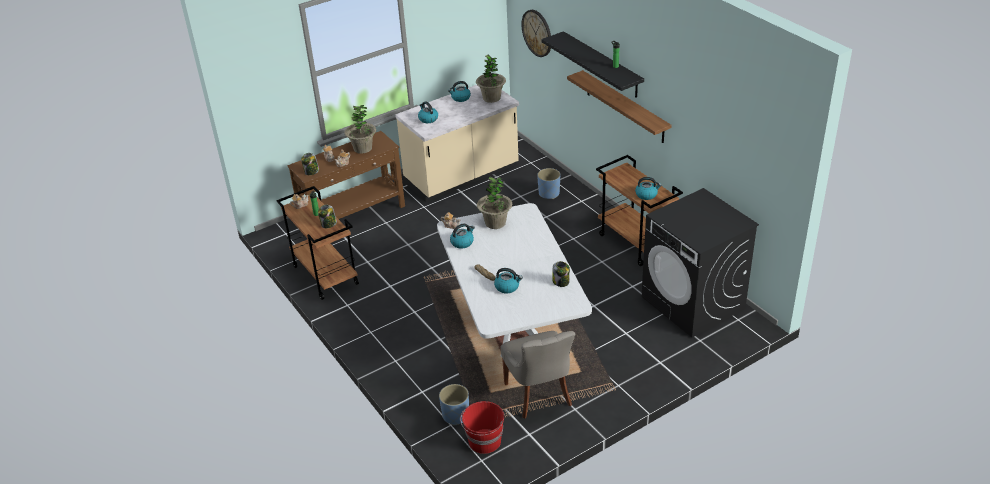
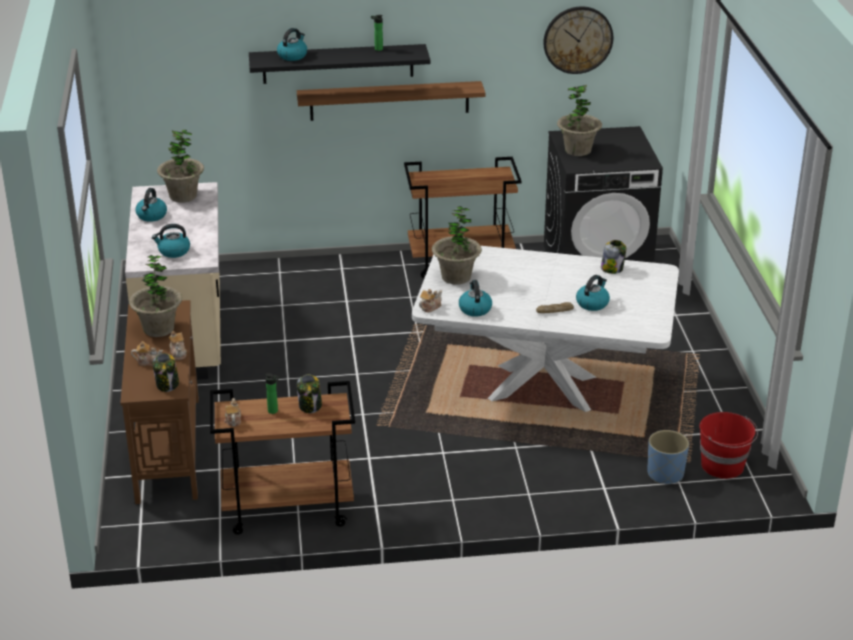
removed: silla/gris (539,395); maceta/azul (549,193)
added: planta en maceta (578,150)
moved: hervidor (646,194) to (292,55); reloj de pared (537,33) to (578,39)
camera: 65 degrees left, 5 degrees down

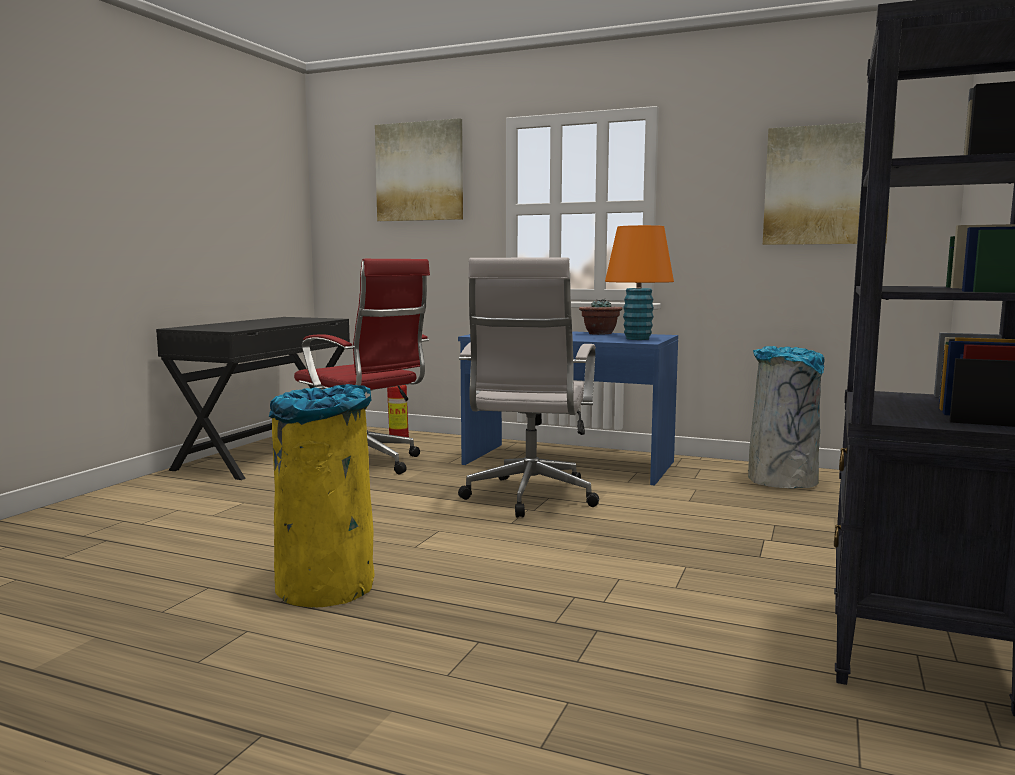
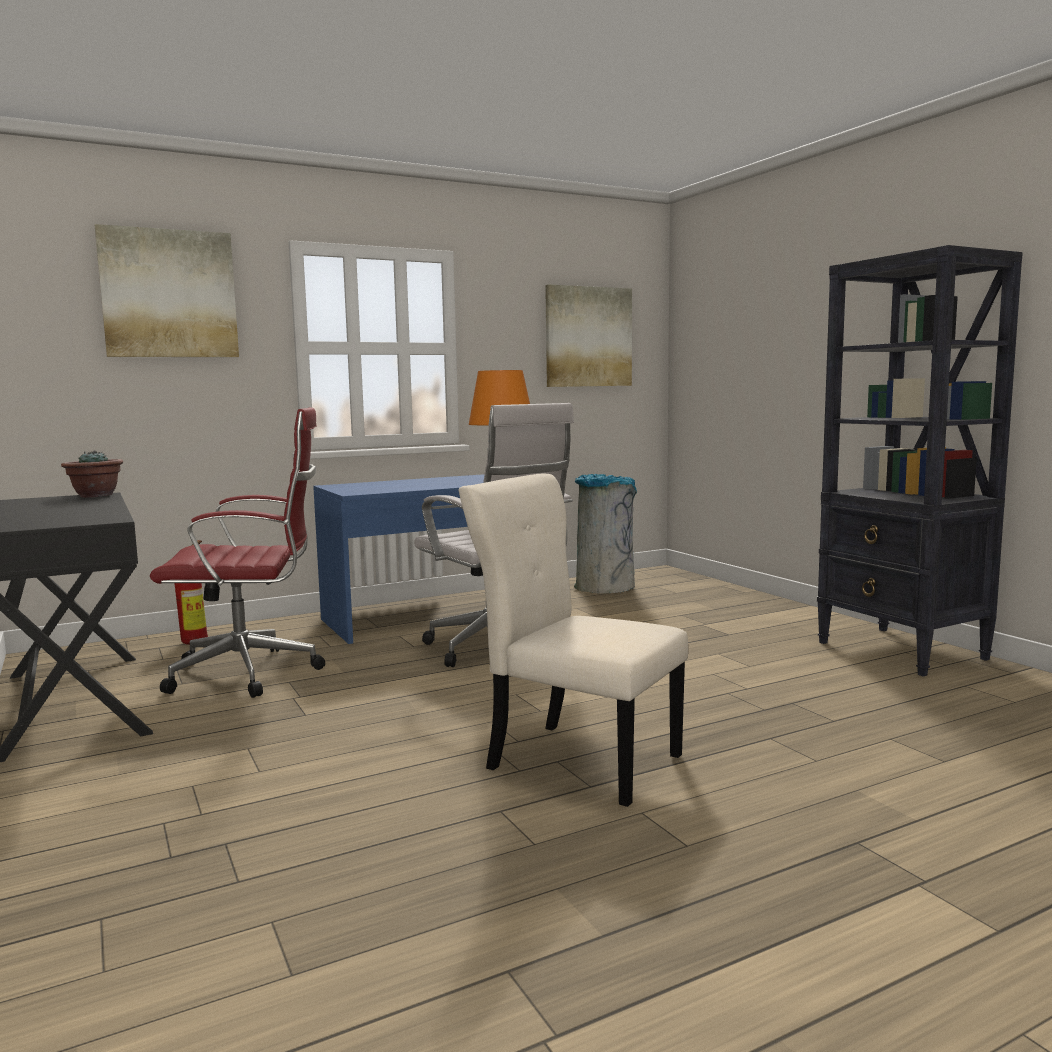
moved: planta en maceta (599,333) to (95,495)
replaced: papelera/amarillo (327,584) to silla/beis (577,760)
camera: 50 degrees left, 0 degrees up

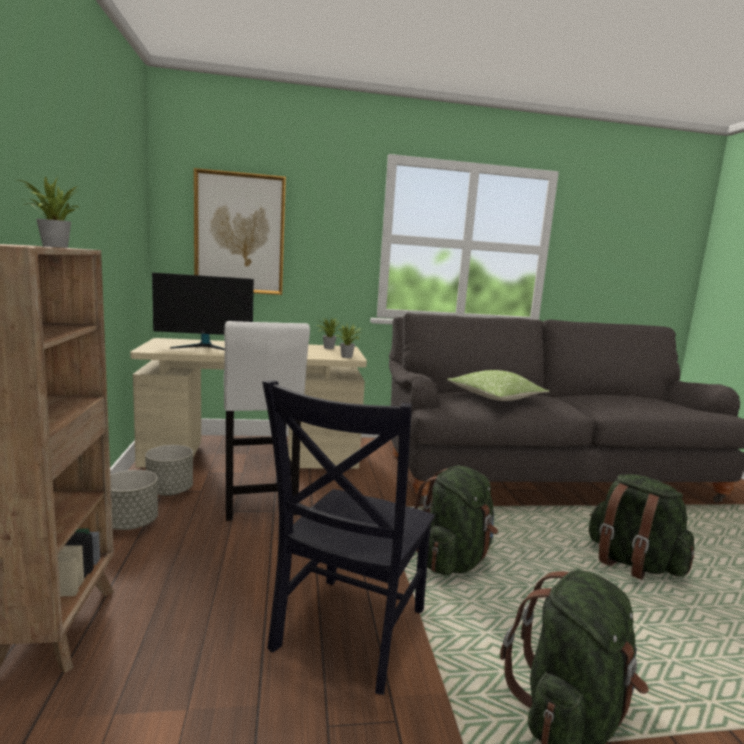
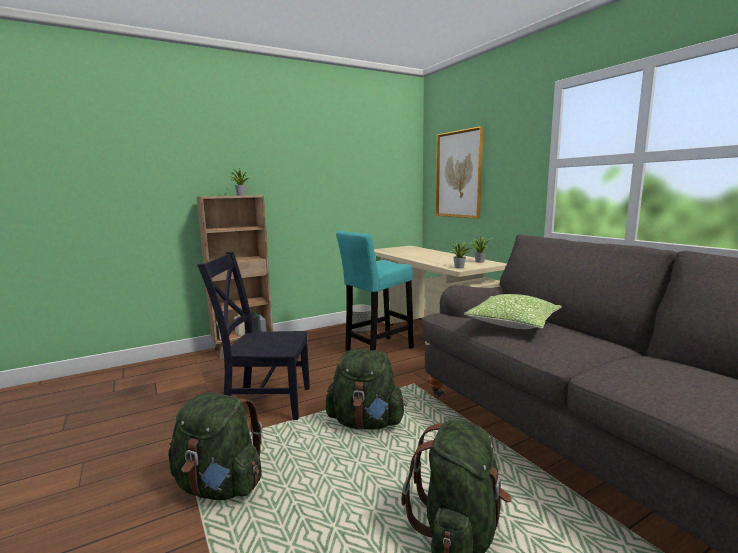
removed: maceta/gris (131,524); monitor (204,347)
recoloured: taburete/blanco (259,500) to taburete/turquesa (376,350)
camera: 70 degrees right, 0 degrees up

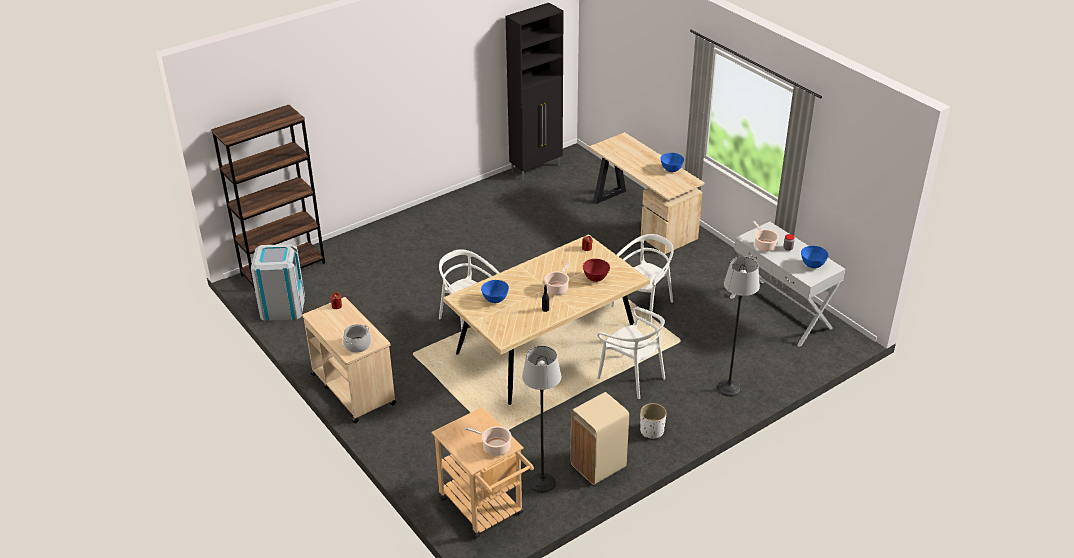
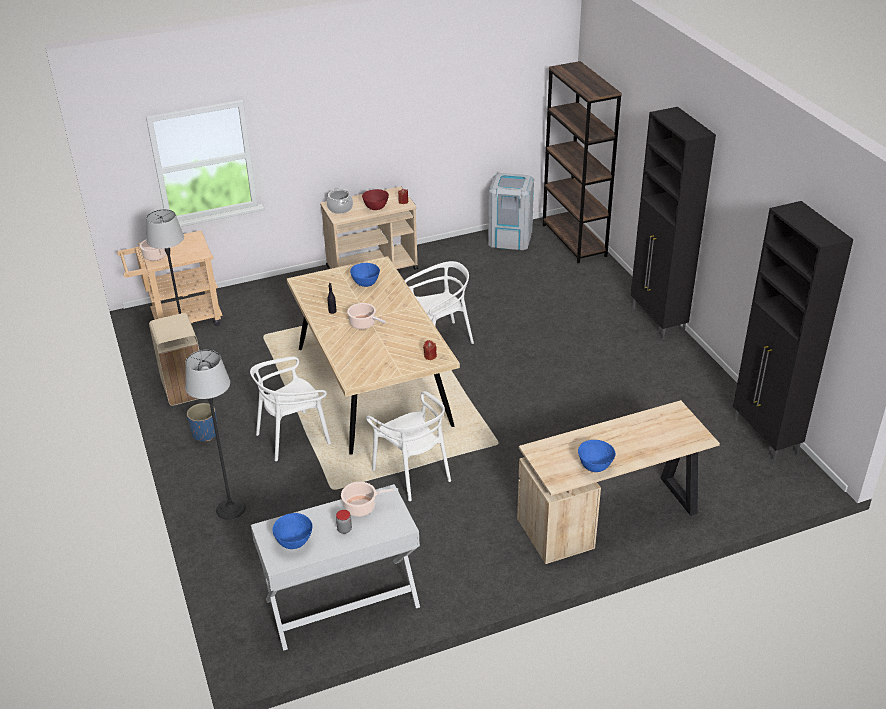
added: armario/negro (657,321)
moved: cuenco/rojo (595,278) to (376,208)
recoloured: maceta/blanco (651,431) to maceta/azul (205,433)
camera: 105 degrees right, 0 degrees up

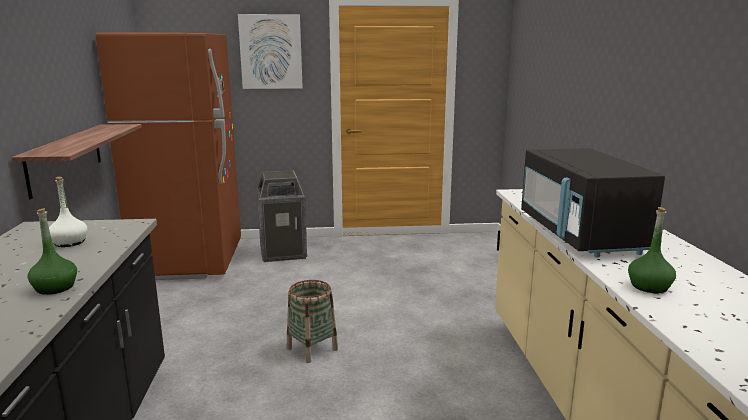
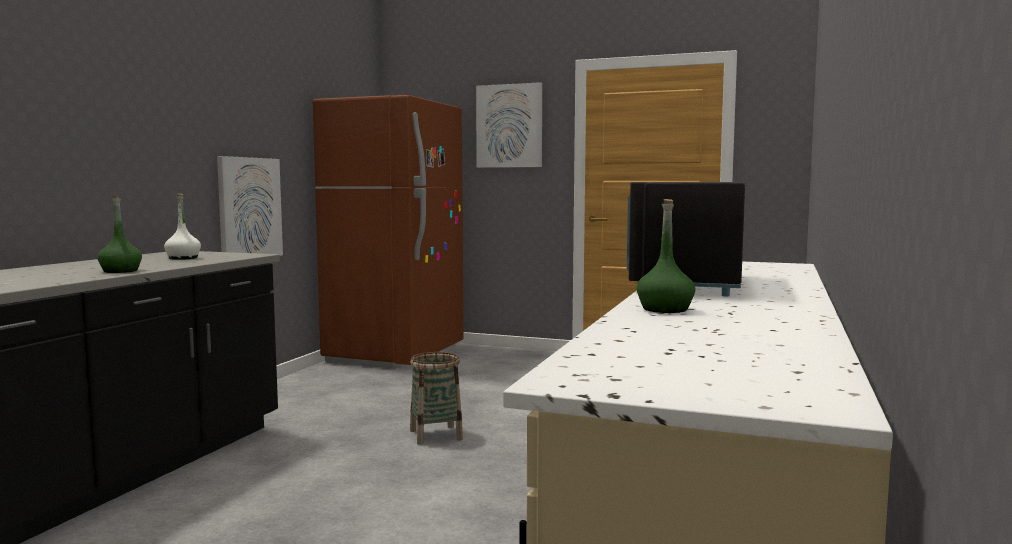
removed: papelera (283,252)
replaced: estante (66,158) to cuadro (249,208)
camera: 25 degrees right, 10 degrees down

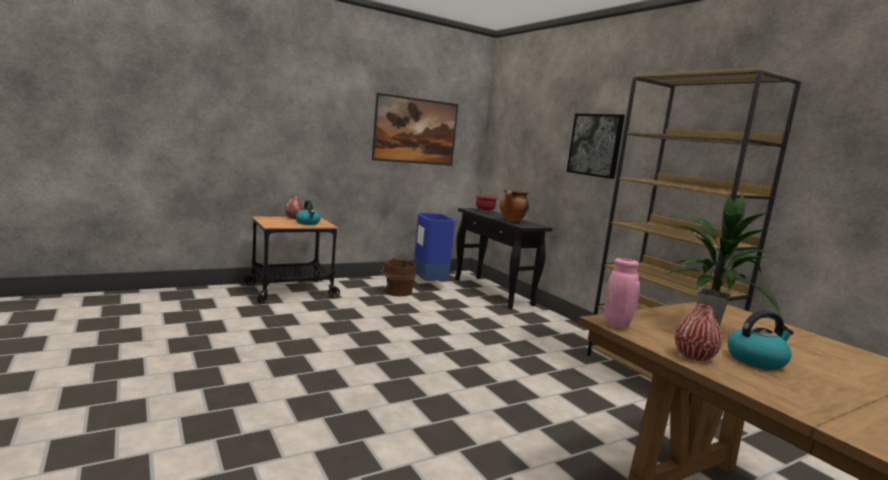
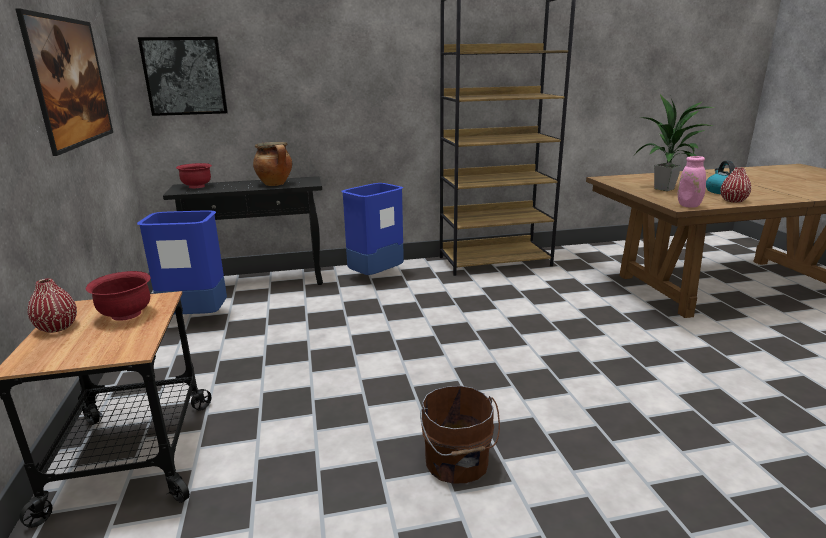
added: papelera/azul (376,276)
moved: cuadro (595,145) to (185,76); cubo/marrón (396,292) to (457,463)
replaced: hervidor (308,223) to cuenco/rojo (126,314)
camera: 70 degrees left, 10 degrees up

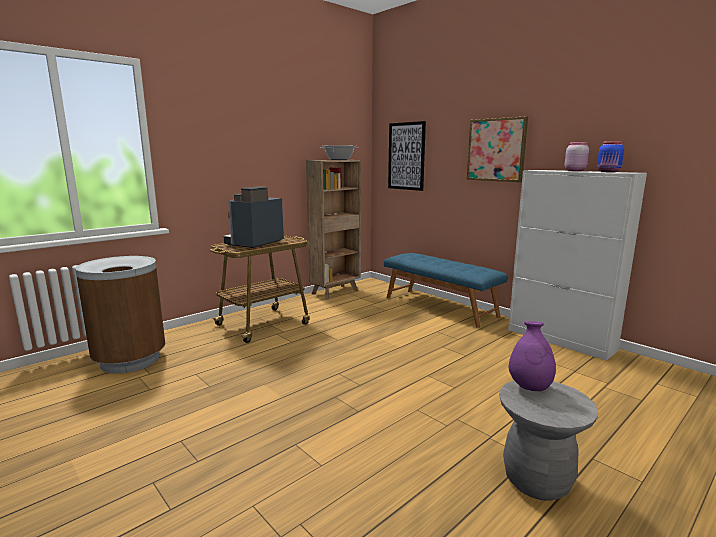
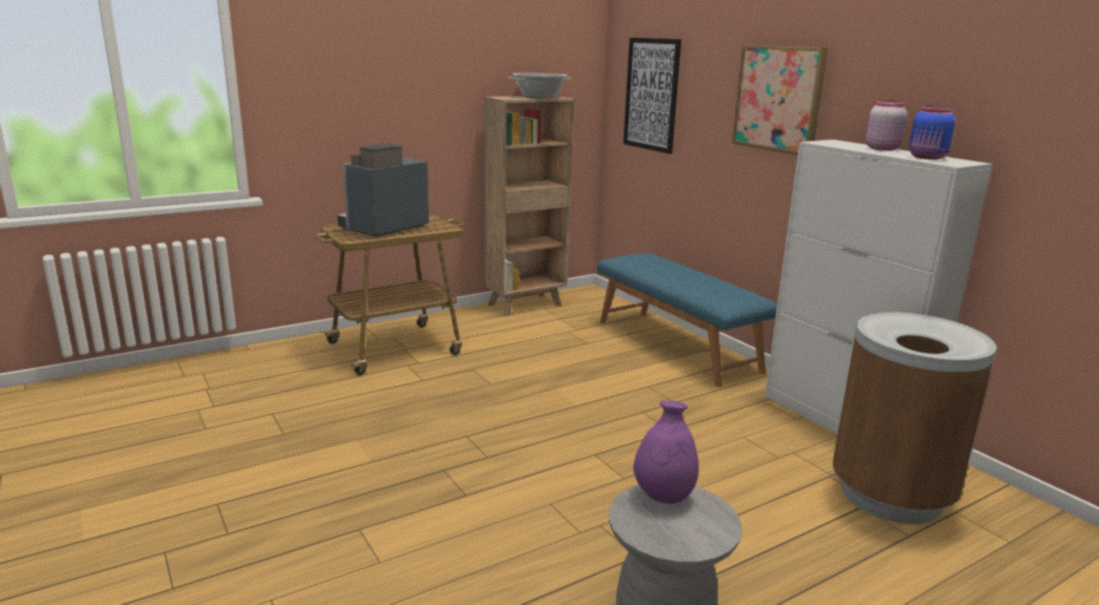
moved: papelera/marrón (130,360) to (890,495)
camera: 10 degrees right, 5 degrees up

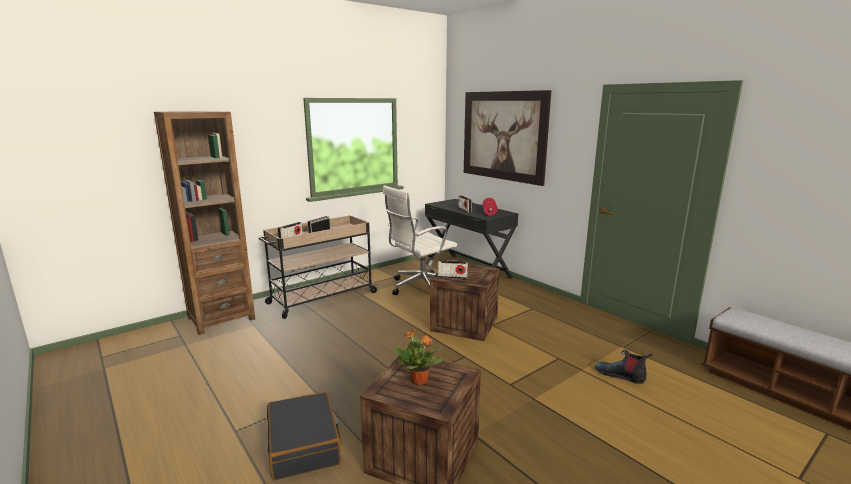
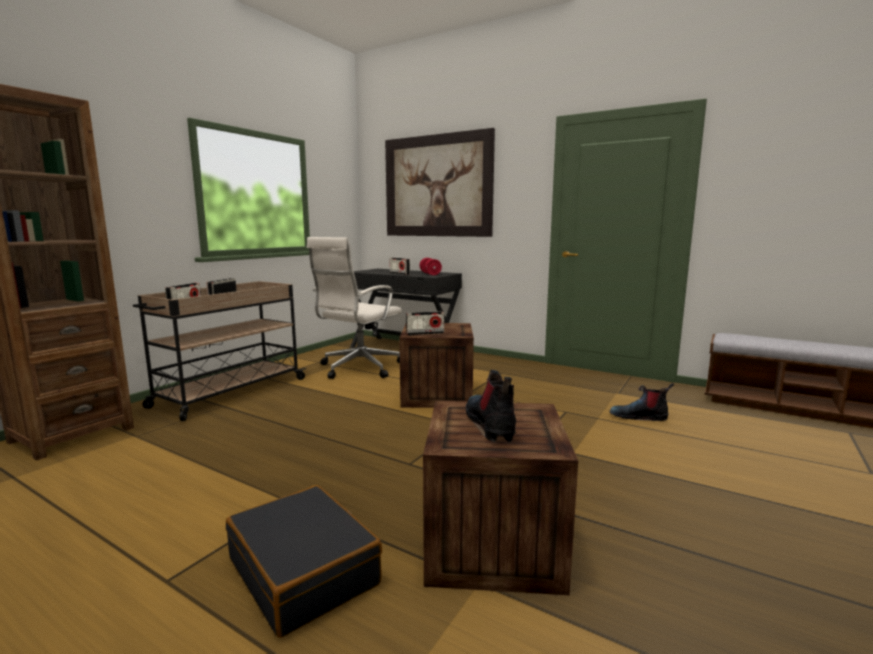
replaced: planta en maceta (419,381) to bota (491,425)
camera: 20 degrees left, 5 degrees down

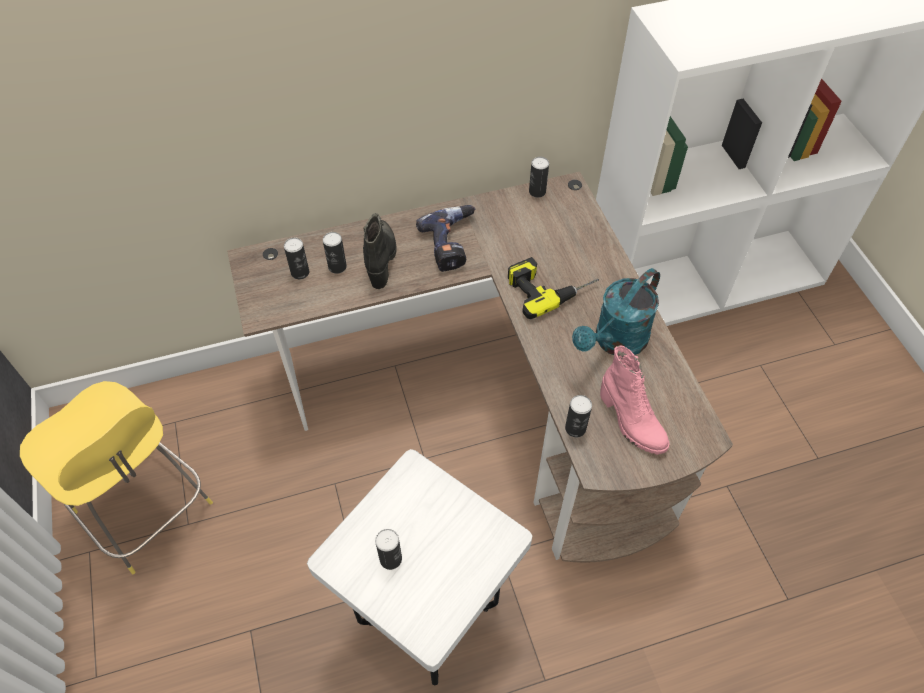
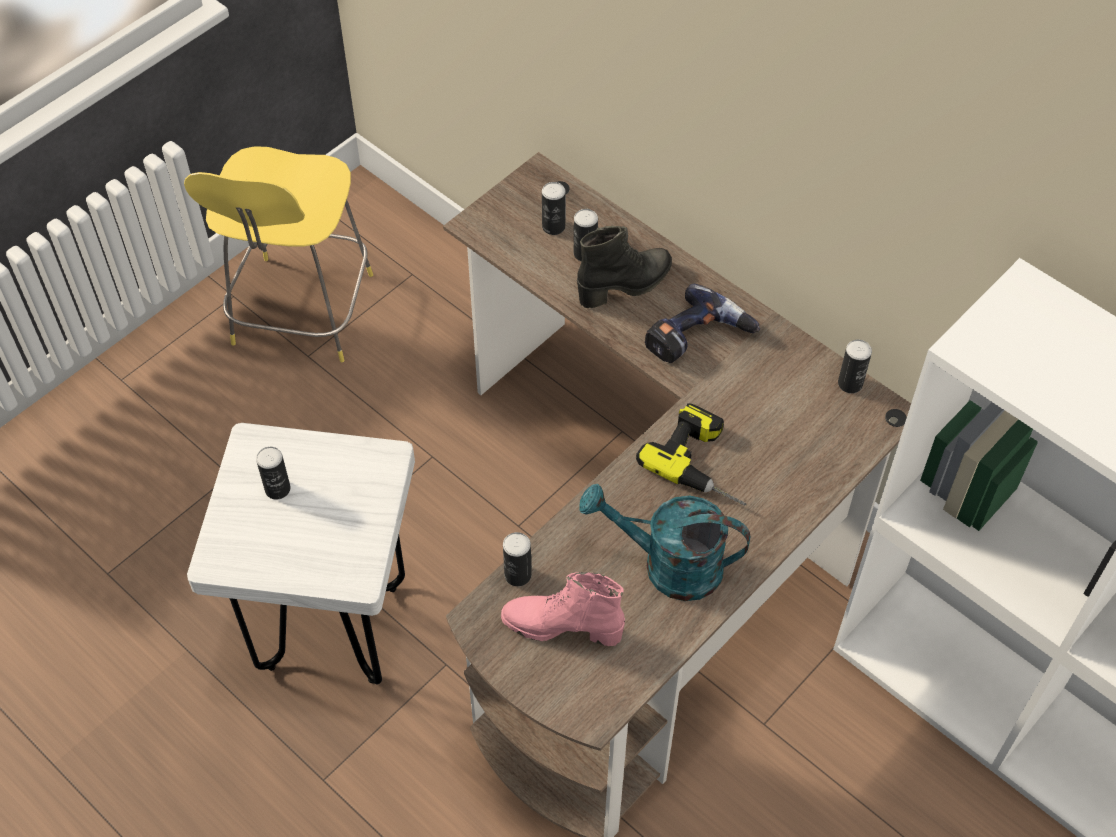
turned: bota/rosa (630,422) = (562,626) 75 degrees clockwise
camera: 60 degrees right, 0 degrees up

